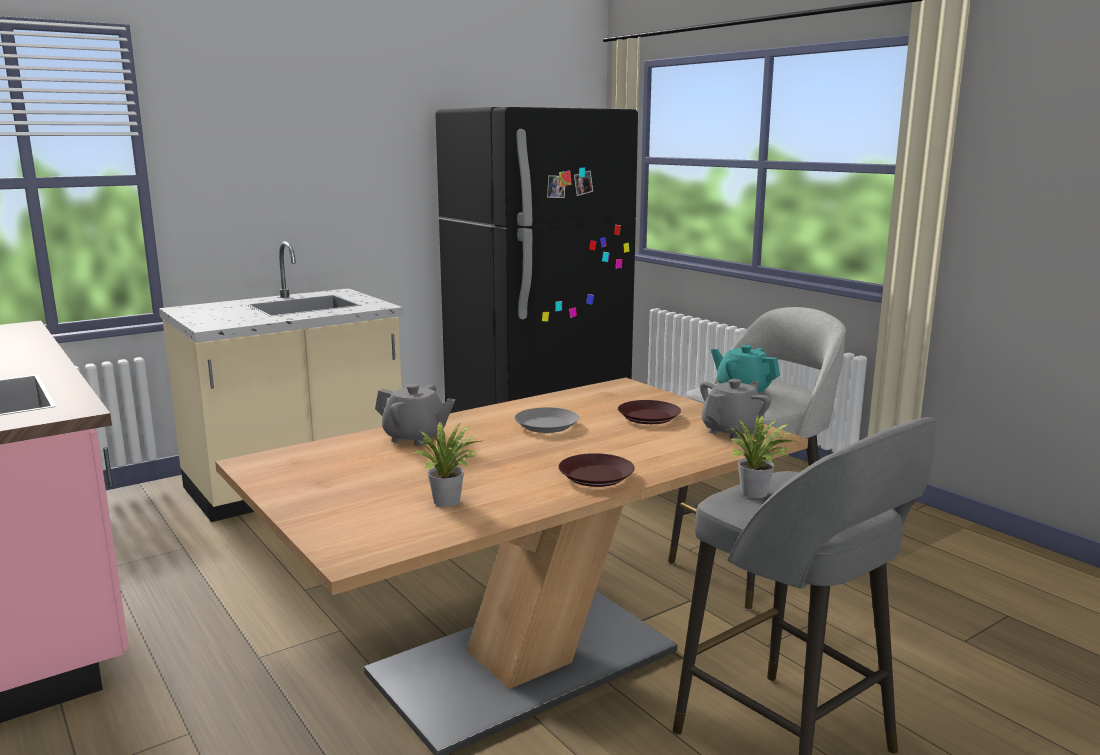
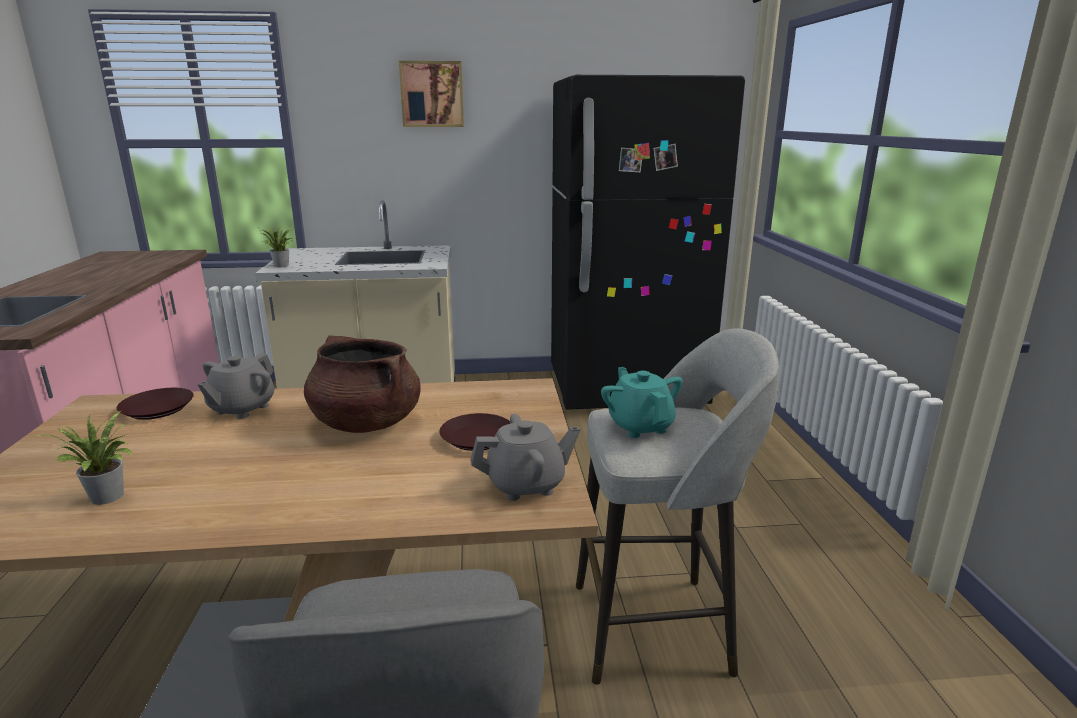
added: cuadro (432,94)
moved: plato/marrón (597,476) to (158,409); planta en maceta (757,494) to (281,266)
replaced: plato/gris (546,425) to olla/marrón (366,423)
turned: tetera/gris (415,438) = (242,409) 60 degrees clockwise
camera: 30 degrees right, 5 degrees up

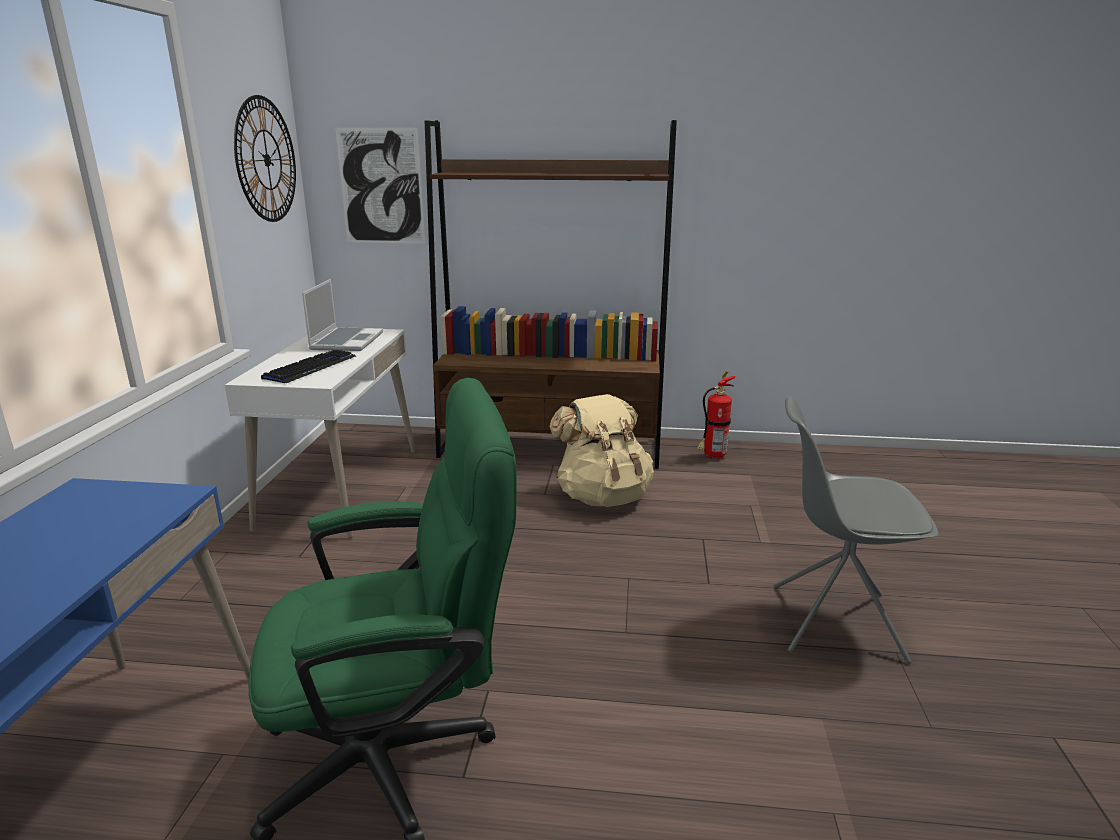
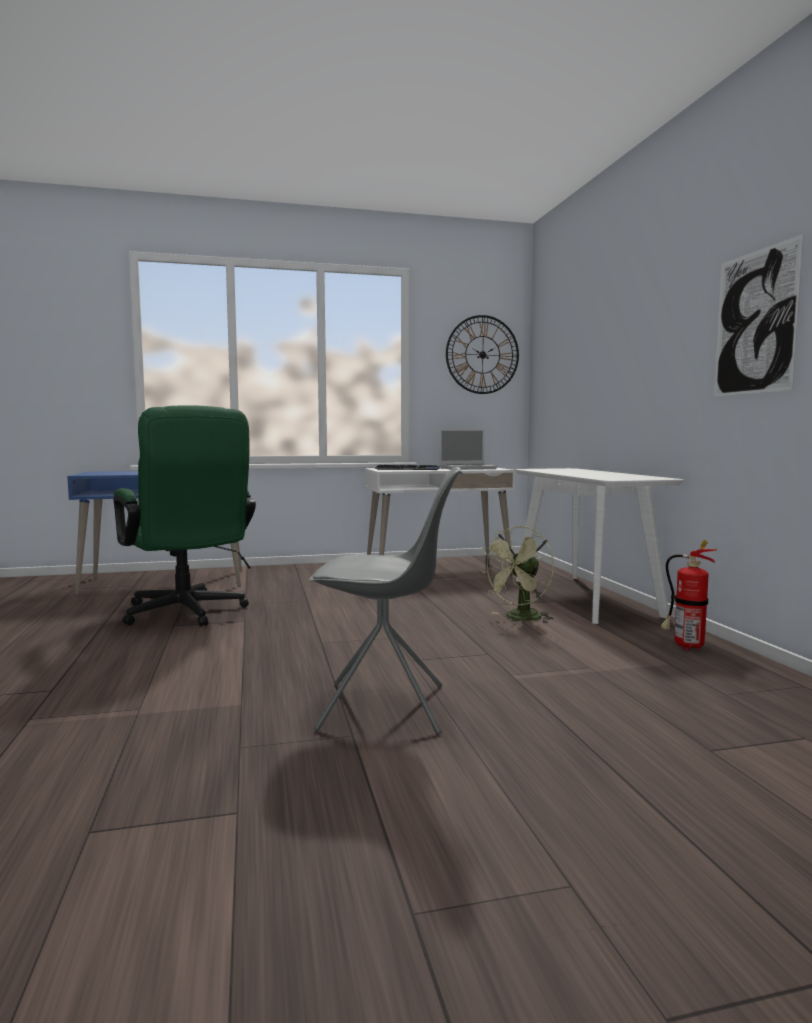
moved: cuadro (381,186) to (755,322)
replaced: mochila/beis (602,496) to ventilador/verde (520,619); estantería/marrón (551,448) to mesa consola/blanco (584,597)
turned: silla/gris (833,622) = (386,707) 105 degrees clockwise
camera: 70 degrees right, 15 degrees down

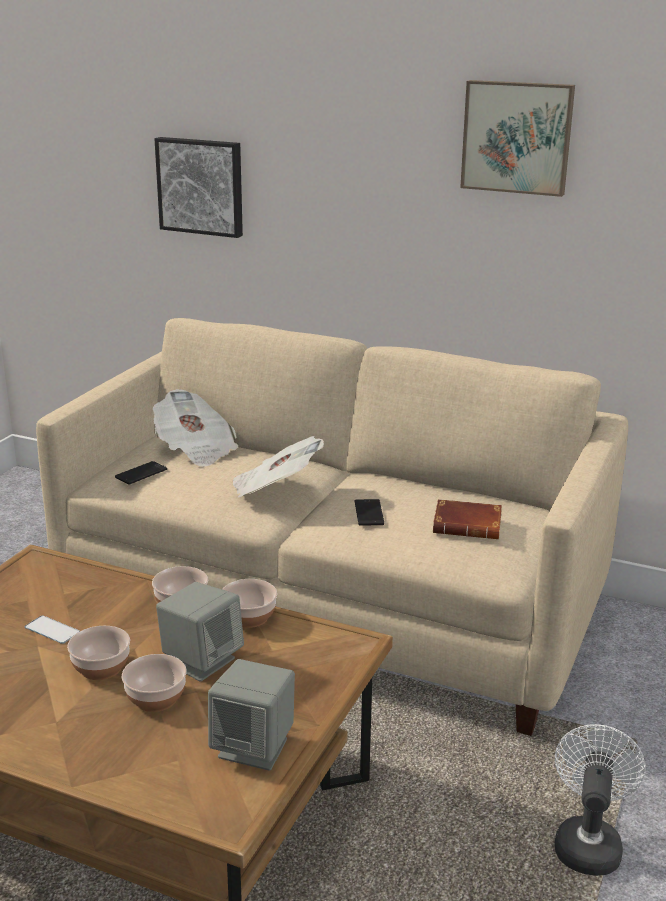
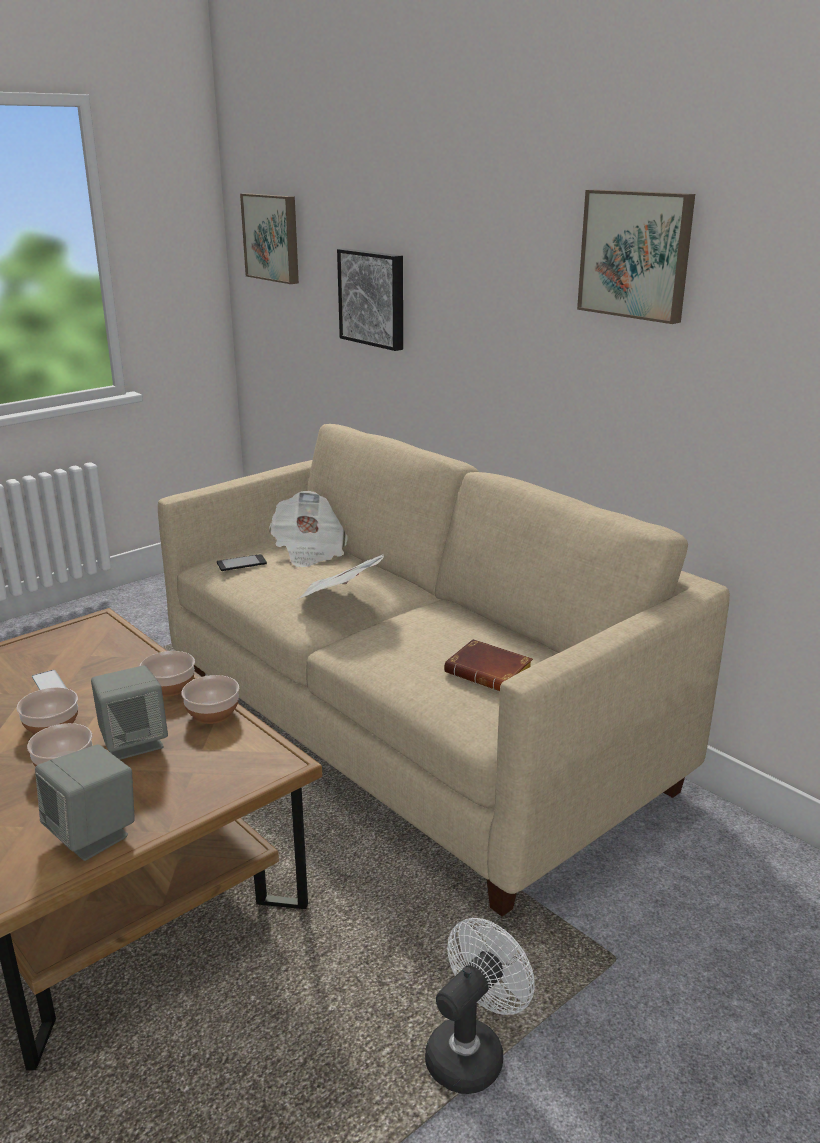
removed: móvil (369,513)
added: cuadro (273,237)
camera: 25 degrees right, 0 degrees up

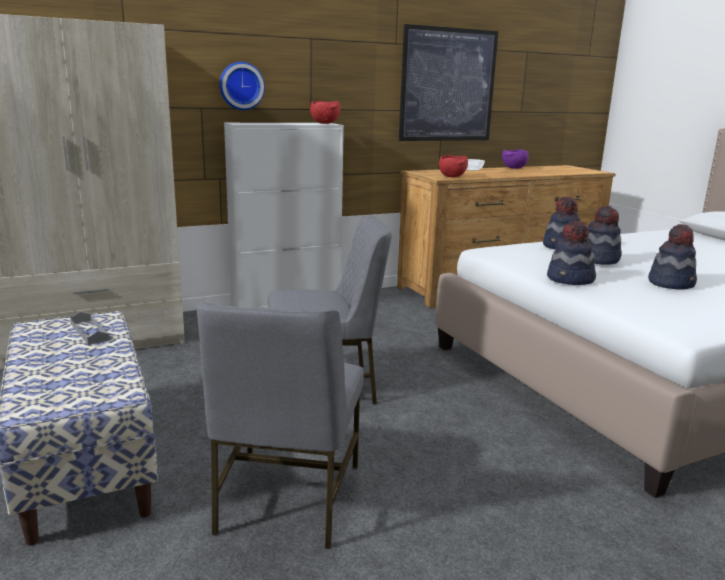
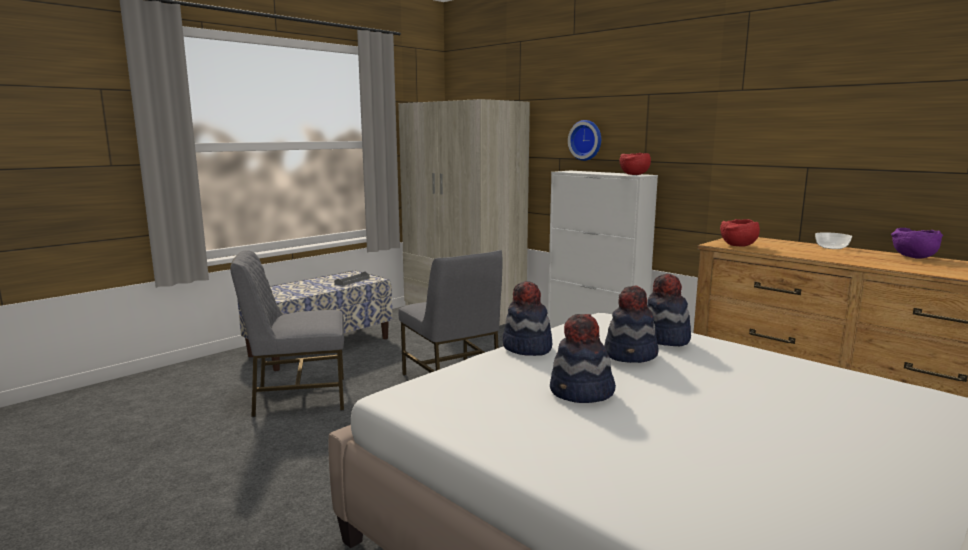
removed: cuadro (448,85)
camera: 70 degrees right, 5 degrees down

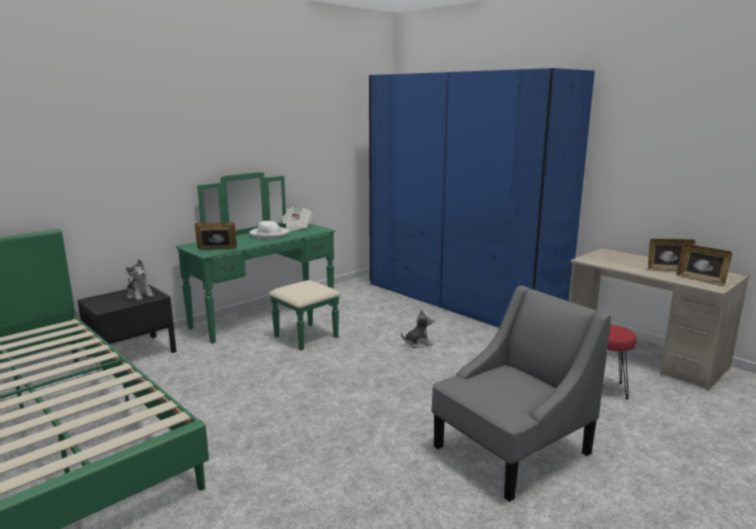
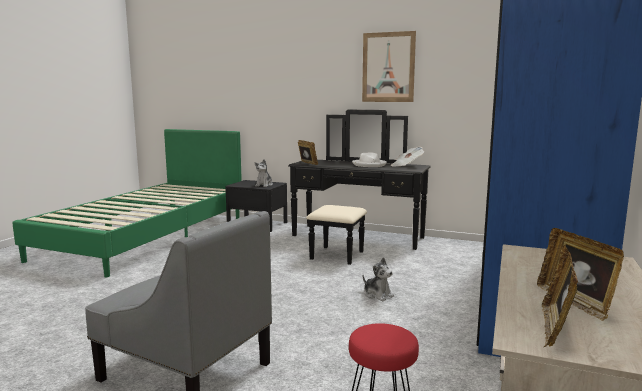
added: cuadro (388,67)
recoloured: cómoda/verde (274,320) to cómoda/negro (354,240)
camera: 65 degrees right, 5 degrees down

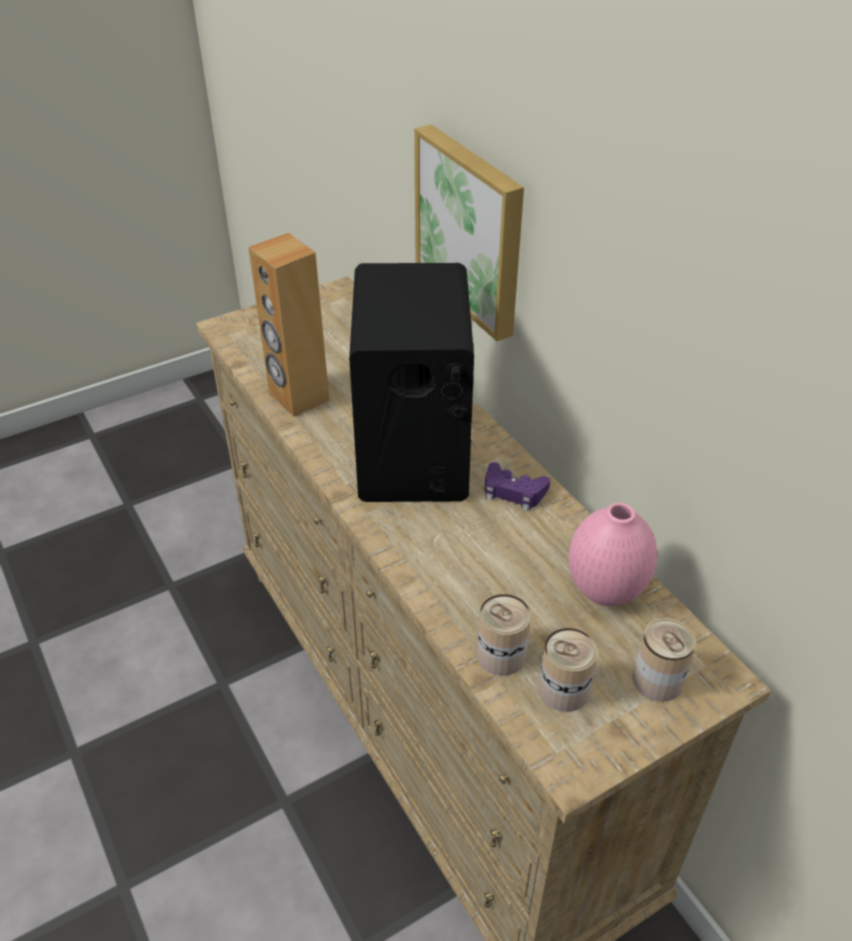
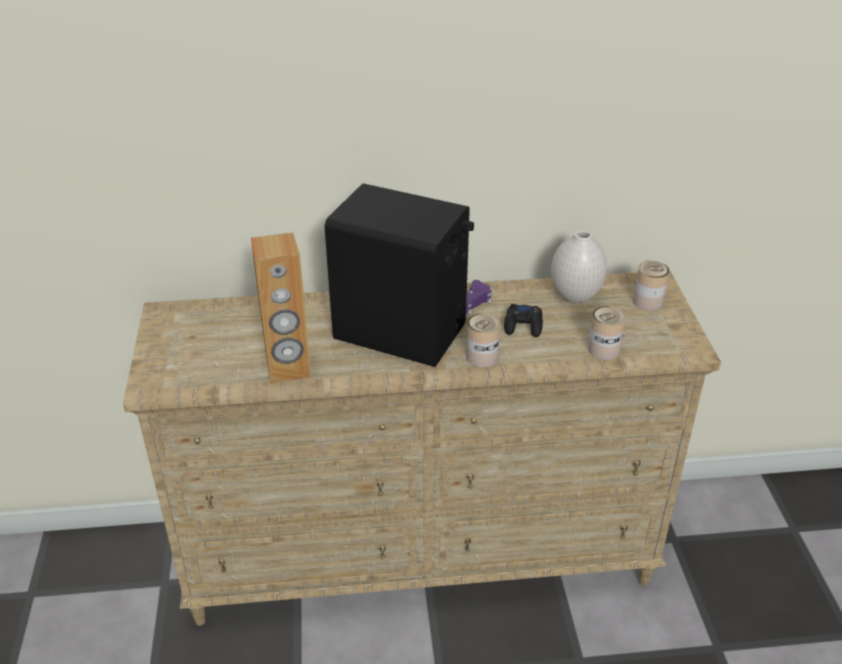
removed: cuadro (472,230)
added: mando de consola/negro (523,325)
moved: lata (563,690) to (482,357)
recoloured: florero/rosa (606,592) to florero/blanco (576,296)
camera: 65 degrees left, 5 degrees down

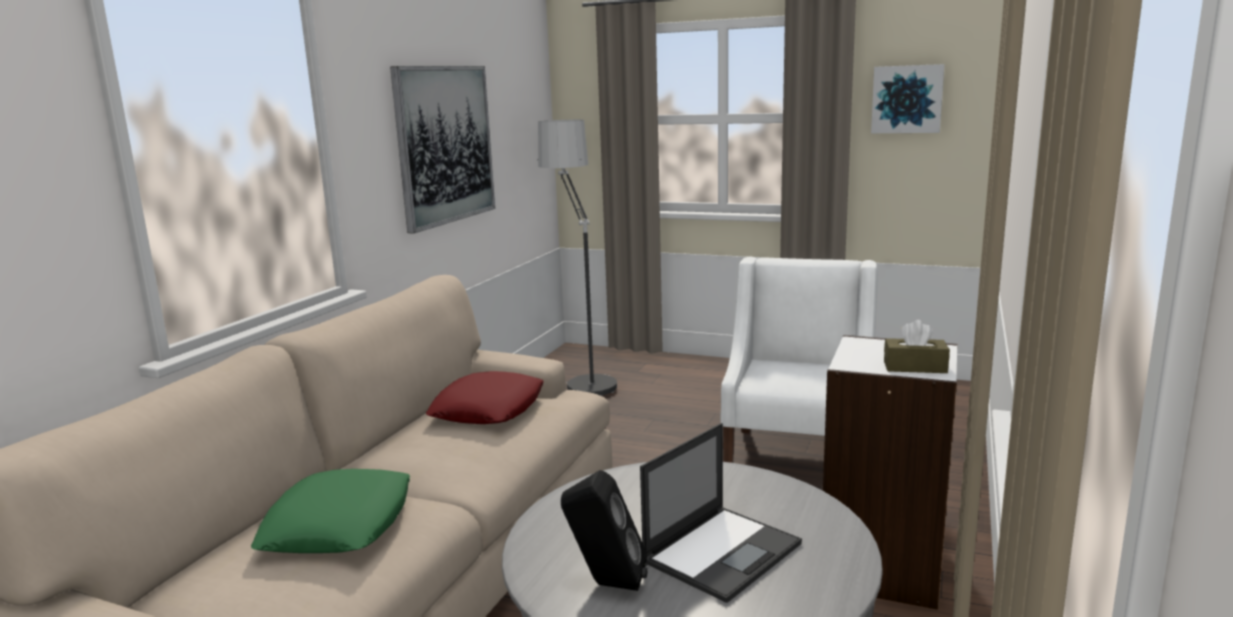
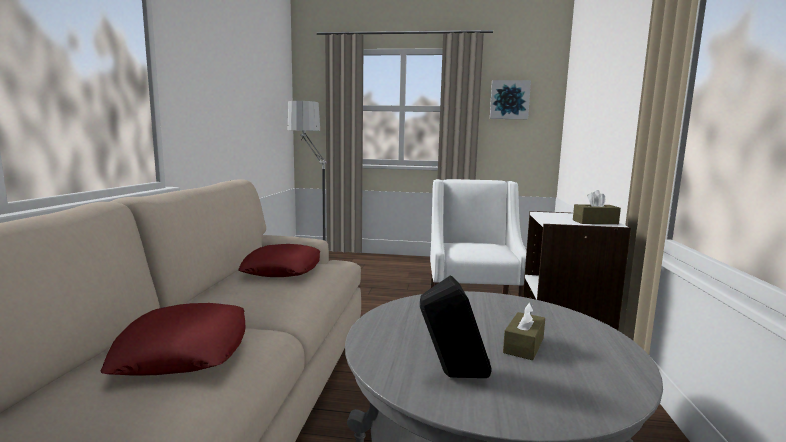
removed: cuadro (445,145)
replaced: portátil (723,551) to caja de pañuelos/marrón (523,345)
recoloured: cojín/verde (338,524) to cojín/rojo (184,349)
camera: 15 degrees left, 5 degrees down

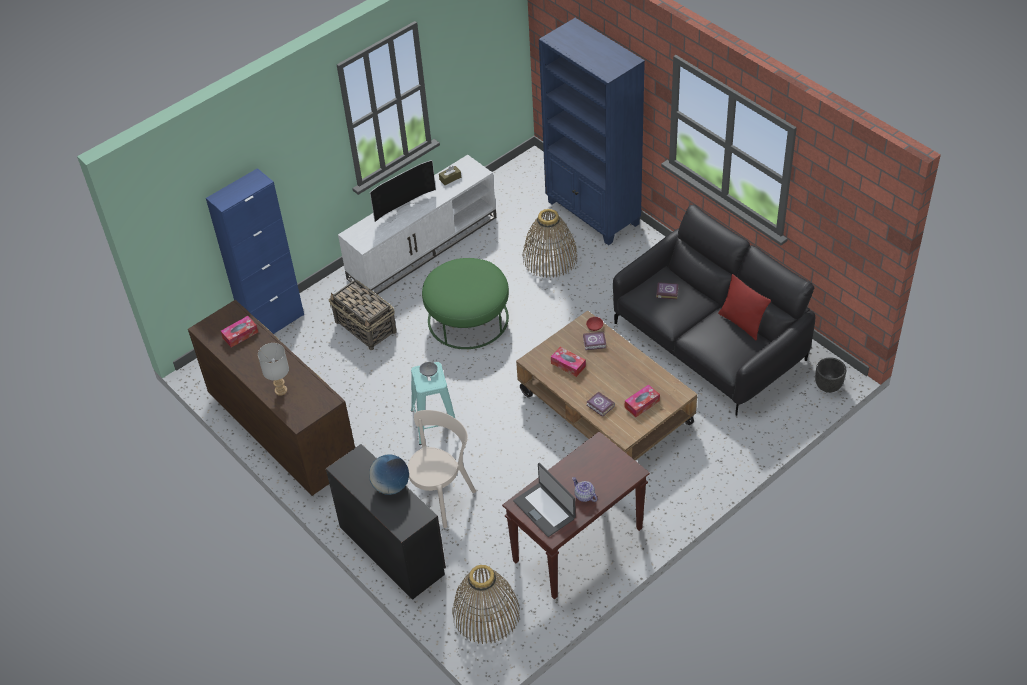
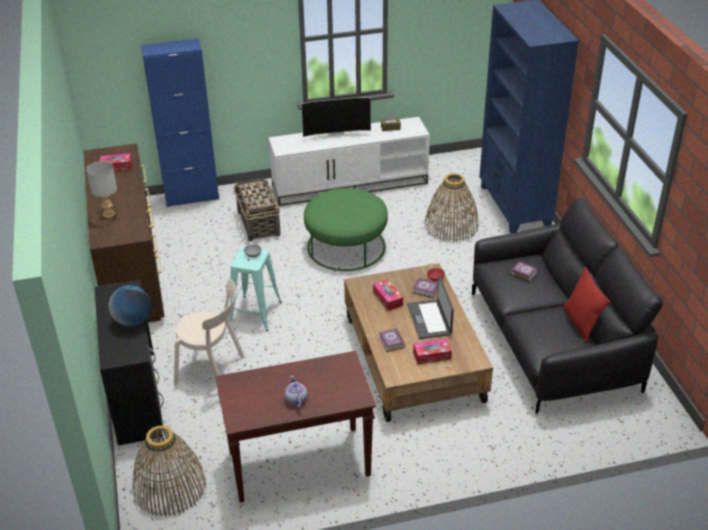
removed: maceta/negro (828,386)
moved: portátil (545,509) to (430,319)
turned: silla/beis (440,495) = (213,370) 45 degrees clockwise
camera: 25 degrees right, 10 degrees down

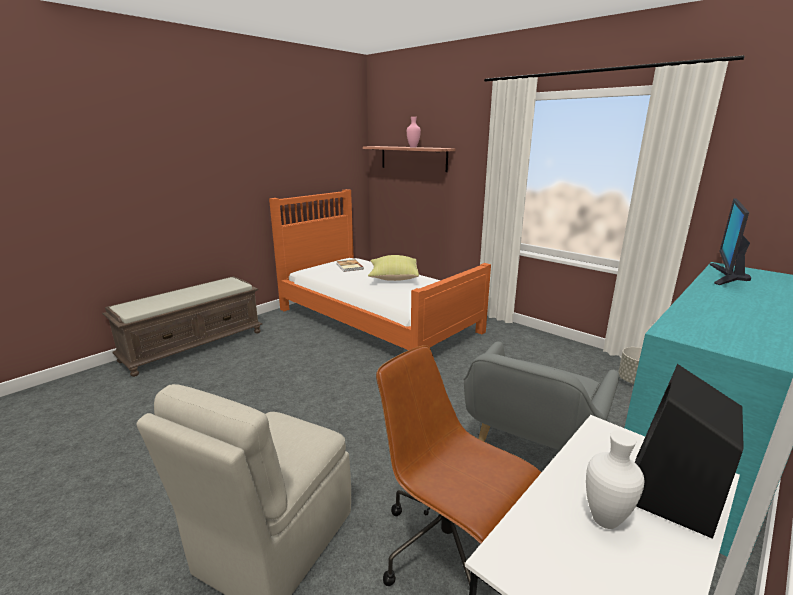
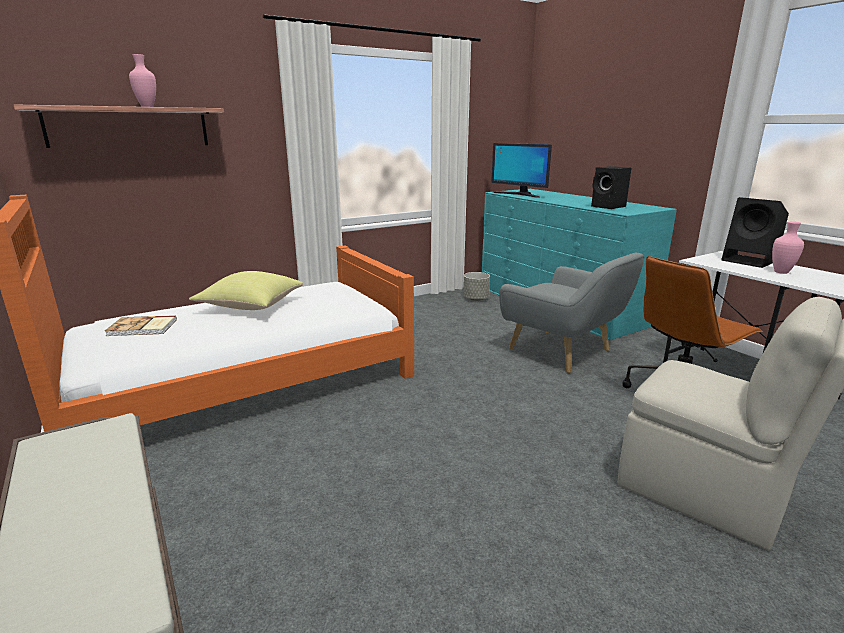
added: altavoz/negro (609,207)
recoloured: florero/blanco (606,521) to florero/rosa (782,272)
camera: 75 degrees left, 0 degrees up

